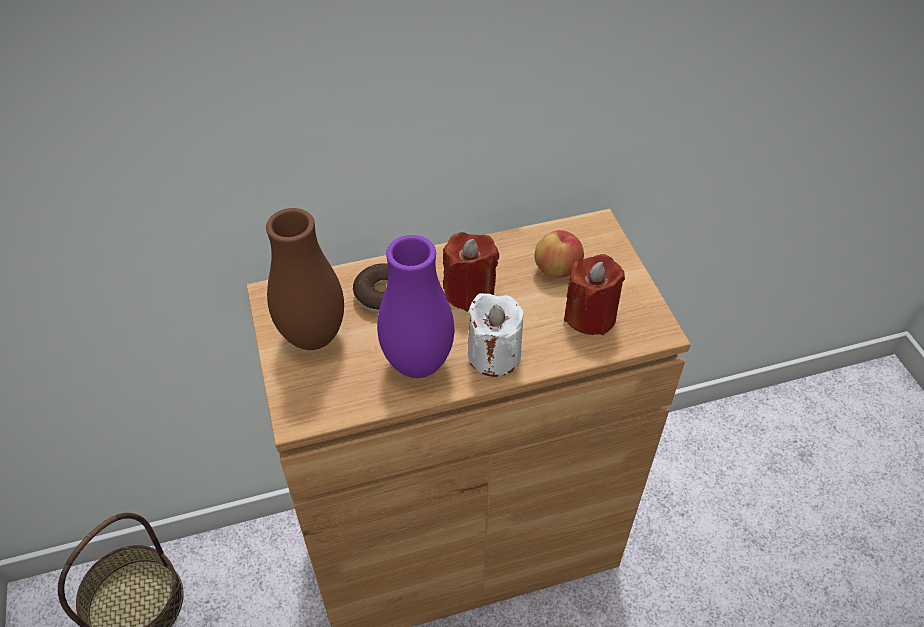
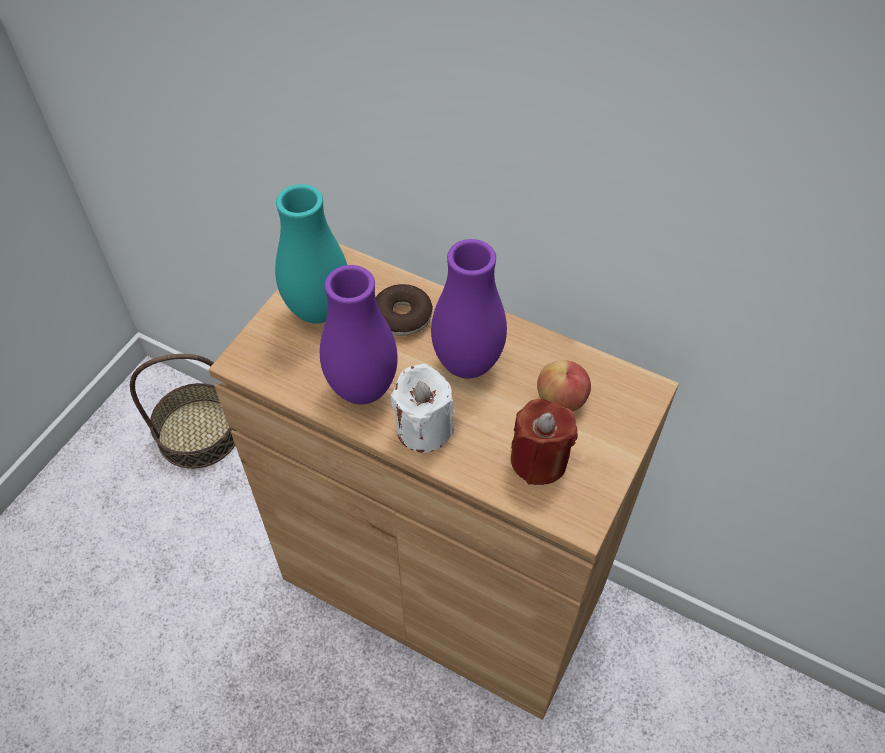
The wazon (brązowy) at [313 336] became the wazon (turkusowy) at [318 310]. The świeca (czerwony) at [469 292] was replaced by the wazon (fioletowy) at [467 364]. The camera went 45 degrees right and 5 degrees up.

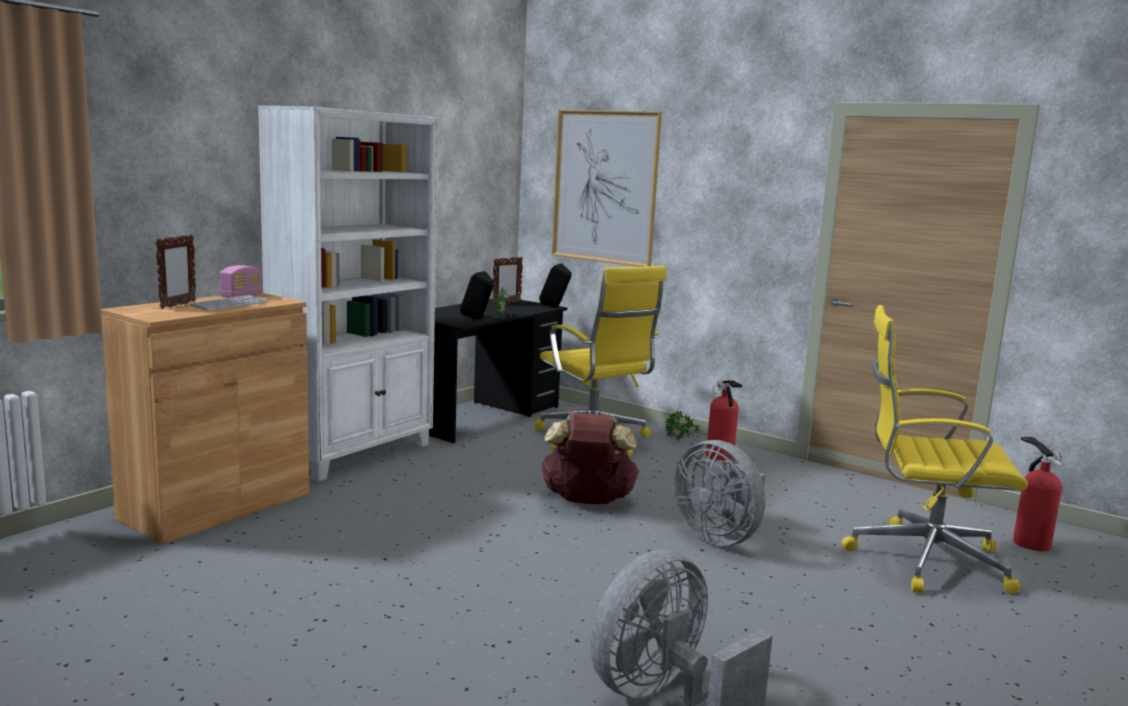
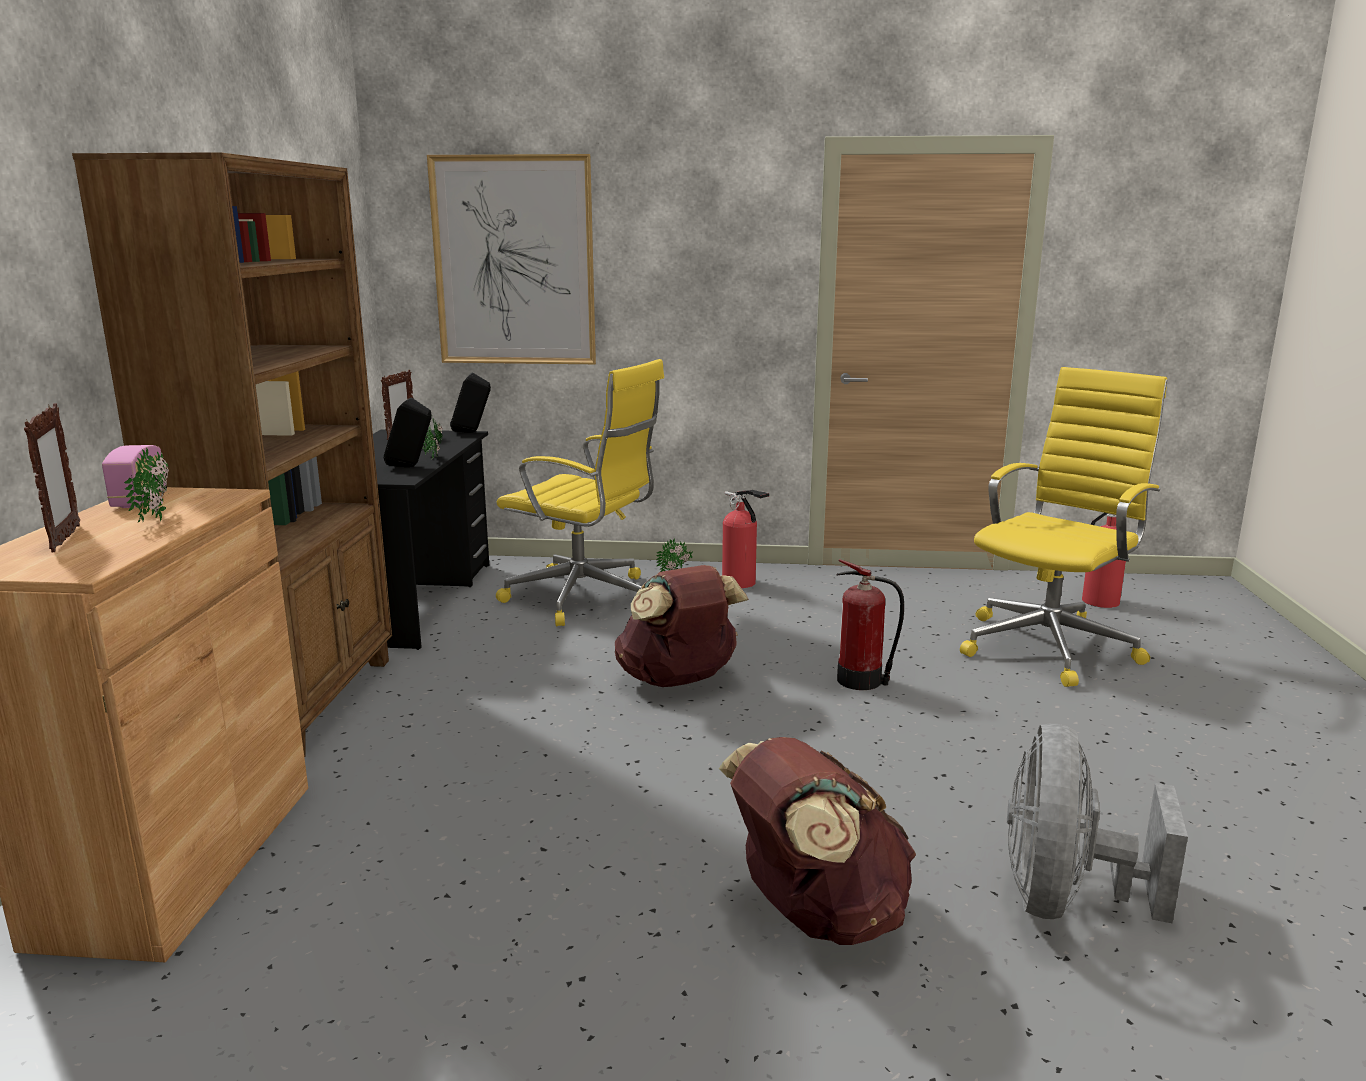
The klawiatura at [230 304] was replaced by the roślina doniczkowa at [158 518]. The regał (biały) at [355 454] became the regał (brązowy) at [299 704]. The wentylator (szary) at [719 537] was replaced by the gaśnica at [862 681]. The krzesło biurowe (żółty) at [922 559] turned 150 degrees clockwise. The plecak (brązowy) at [815 914] appeared. The camera went 30 degrees left and 5 degrees up.

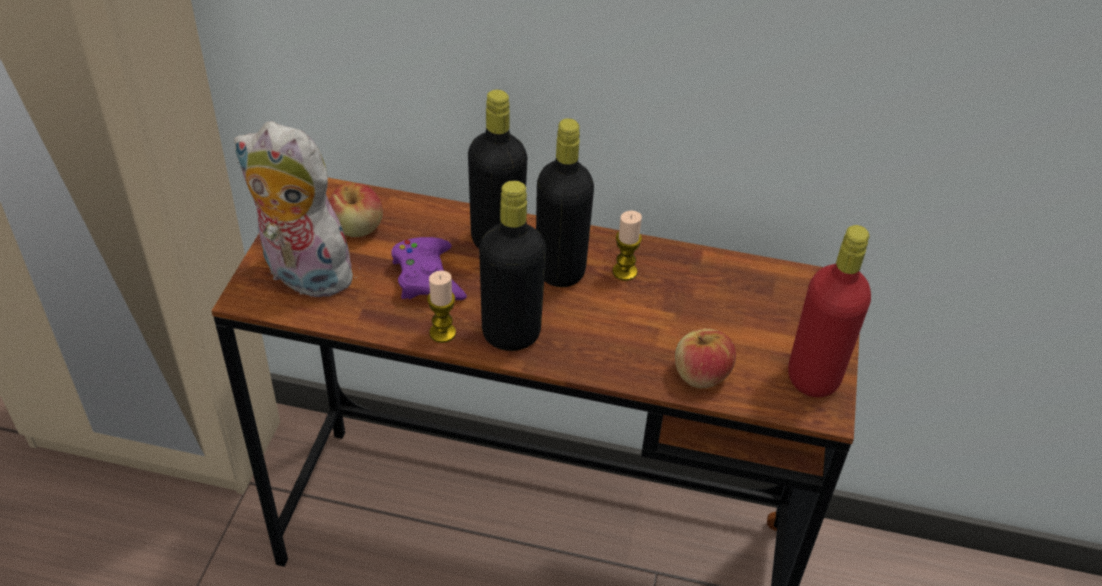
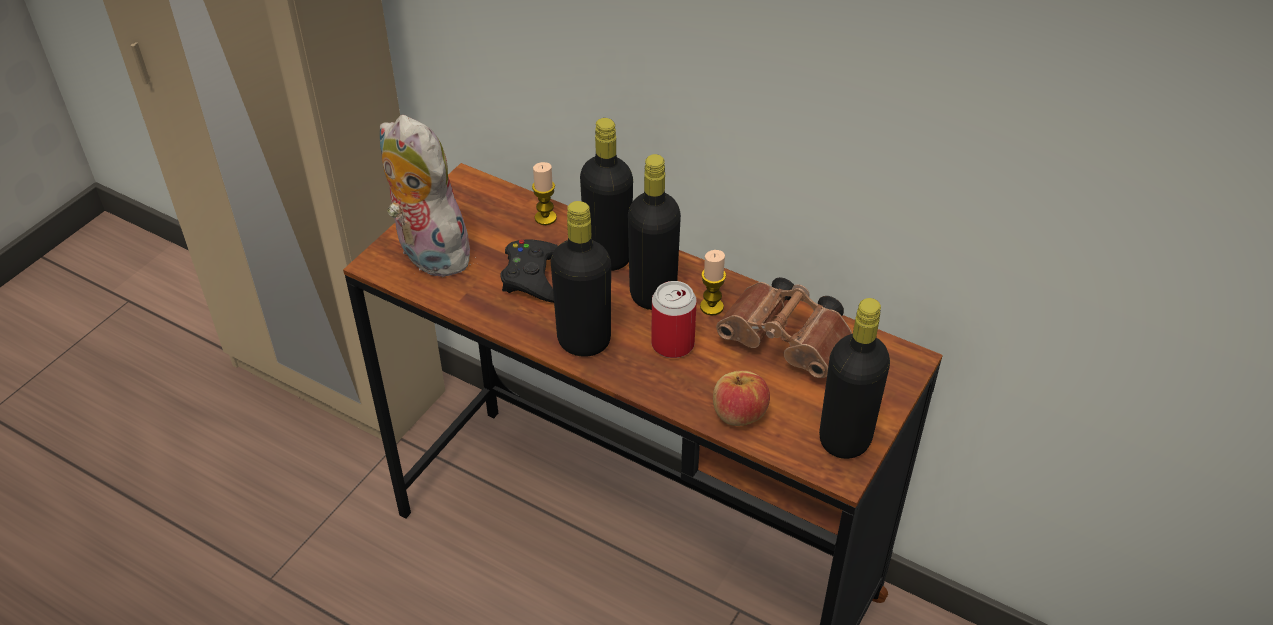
The jabłko at [357 227] disappeared. The pad do gier (fioletowy) at [427 277] became the pad do gier (czarny) at [533 276]. The świeca moved from [442 333] to [545 218]. The butelka (czerwony) at [813 377] became the butelka (czarny) at [845 439]. The puszka at [672 344] appeared. The lornetka (brązowy) at [788 343] appeared. The camera went 20 degrees right and 0 degrees up.

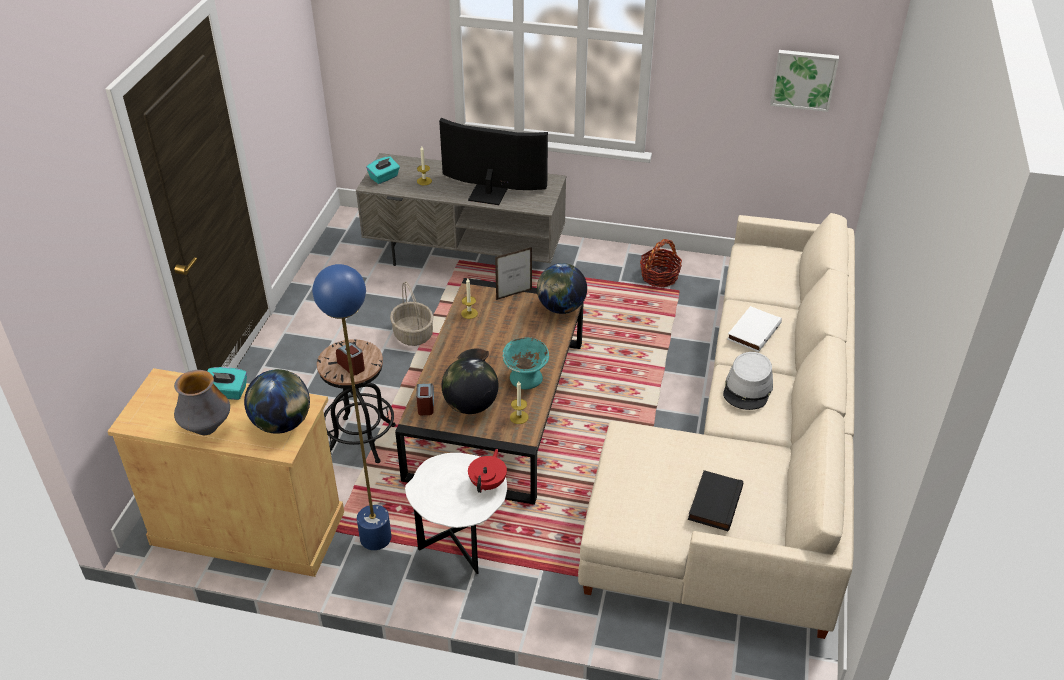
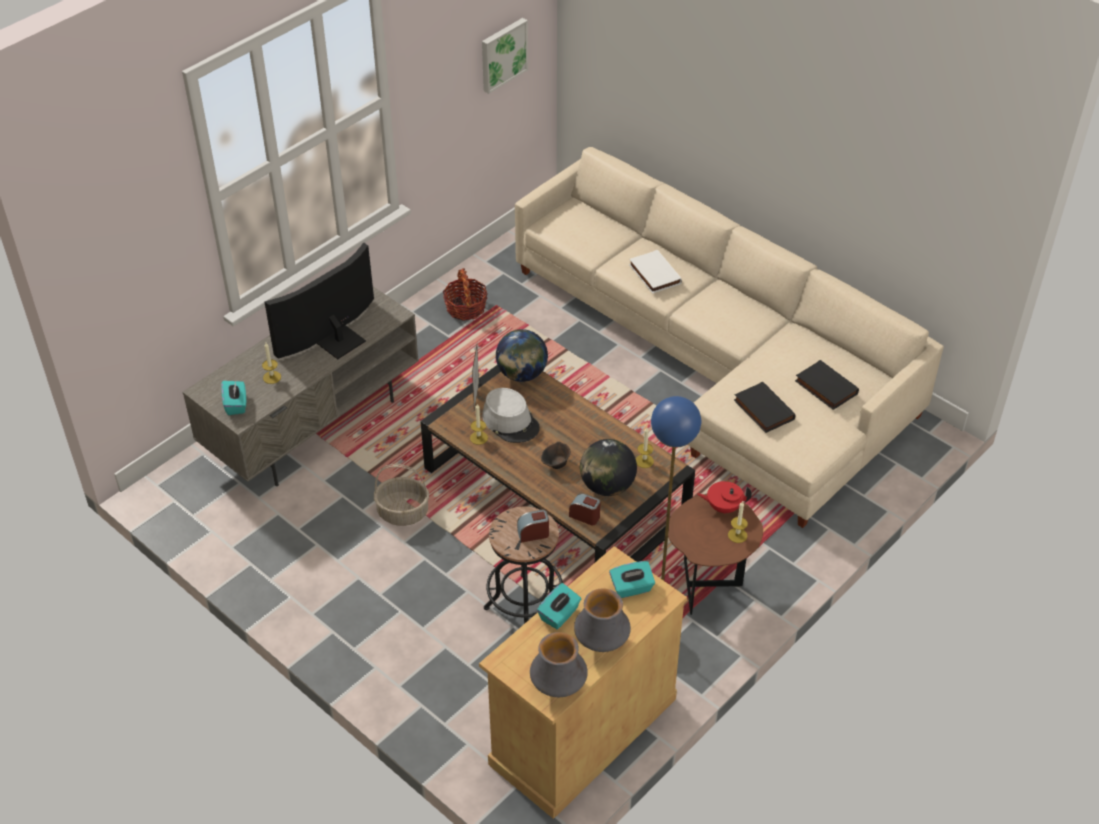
The globus at [282 424] was replaced by the pudełko chusteczek (turkusowy) at [631 588]. The stolik (biały) at [461 549] became the stolik (brązowy) at [708 586]. The imbryk (czerwony) at [488 483] turned 45 degrees counterclockwise. The miska (turkusowy) at [526 378] disappeared. The kapelusz (szary) moved from [748 388] to [511 422]. The wazon at [558 687] appeared. The świeca at [737 535] appeared. The książka (czarny) at [762 410] appeared. The camera went 60 degrees left and 5 degrees up.

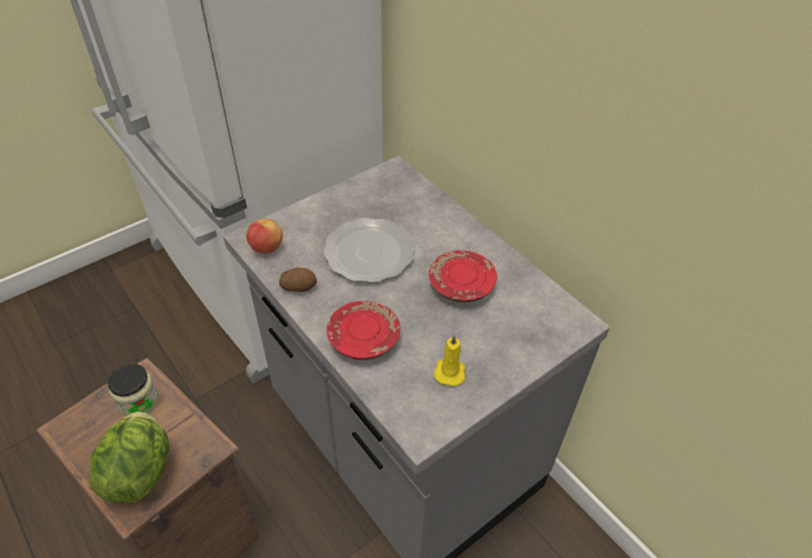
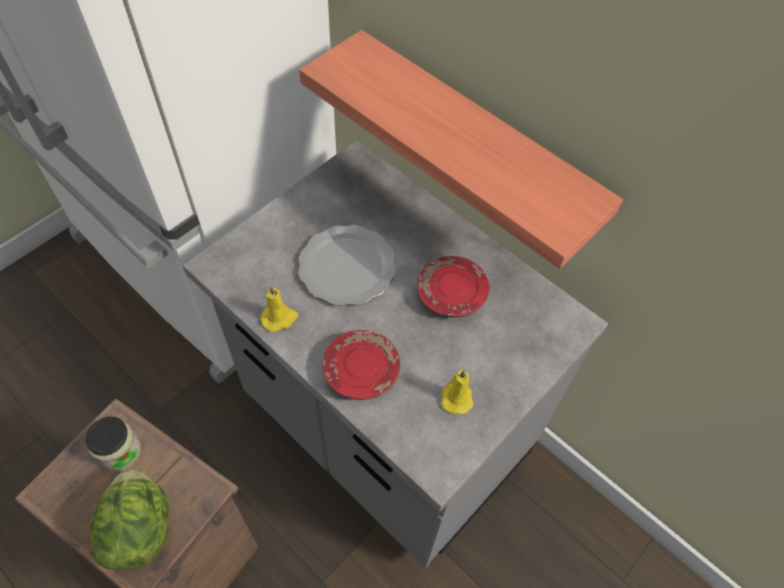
The jabłko at [266 248] disappeared. The ziemniak at [299 286] was replaced by the świeca (żółty) at [280 318]. The półka at [475 143] appeared. The camera went 10 degrees left and 10 degrees up.

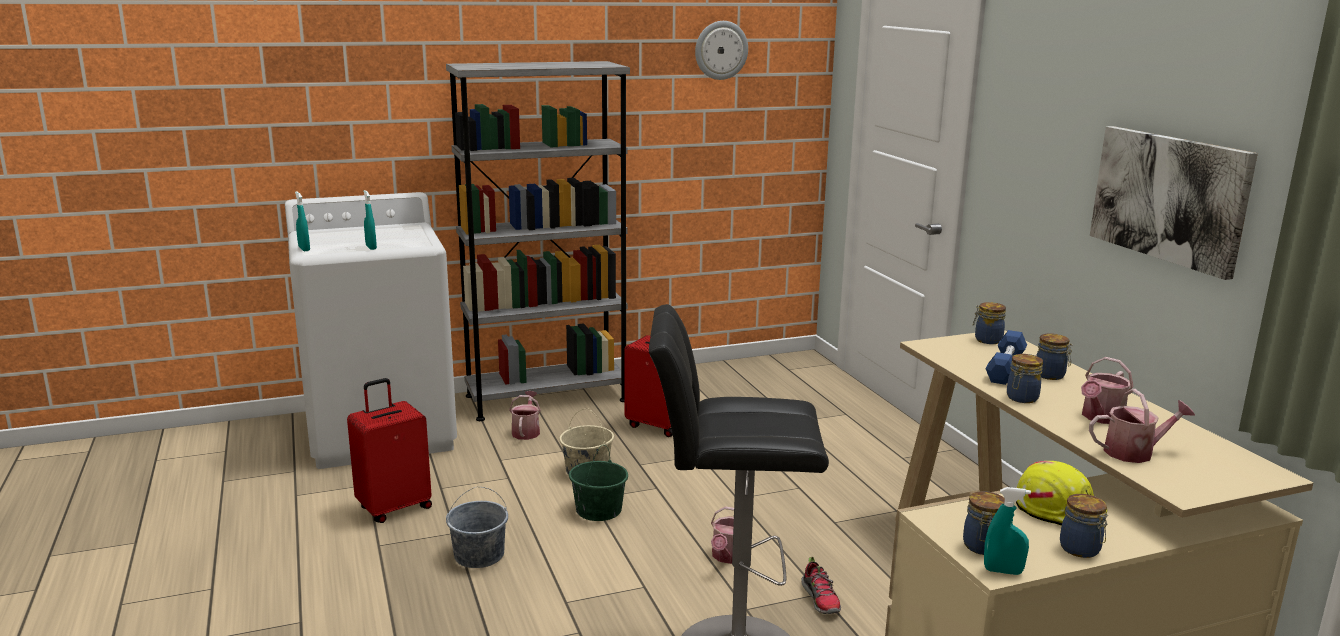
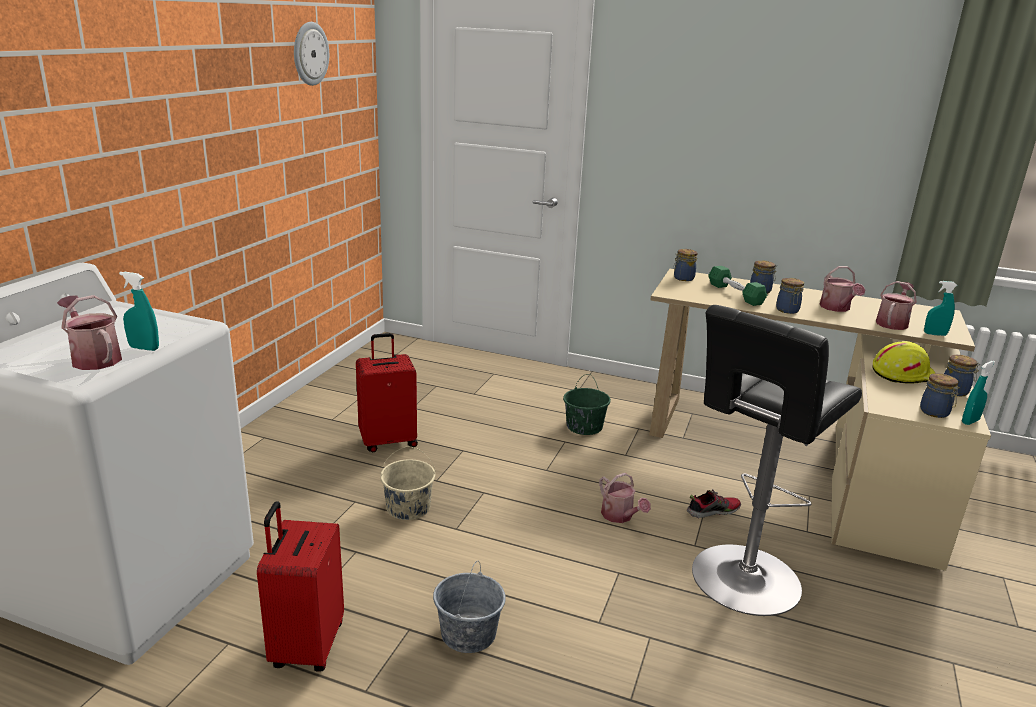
The spryskiwacz (turkusowy) moved from [304 249] to [935 334]. The regał (szary) at [546 398] disappeared. The konewka moved from [526 431] to [94 358]. The wiadro (zielony) moved from [599 510] to [584 426]. The but at [821 599] turned 45 degrees counterclockwise. The hantel (niebieski) at [1005 368] became the hantel (zielony) at [735 294]. The obraz at [1169 198] disappeared. The camera went 50 degrees left and 5 degrees up.

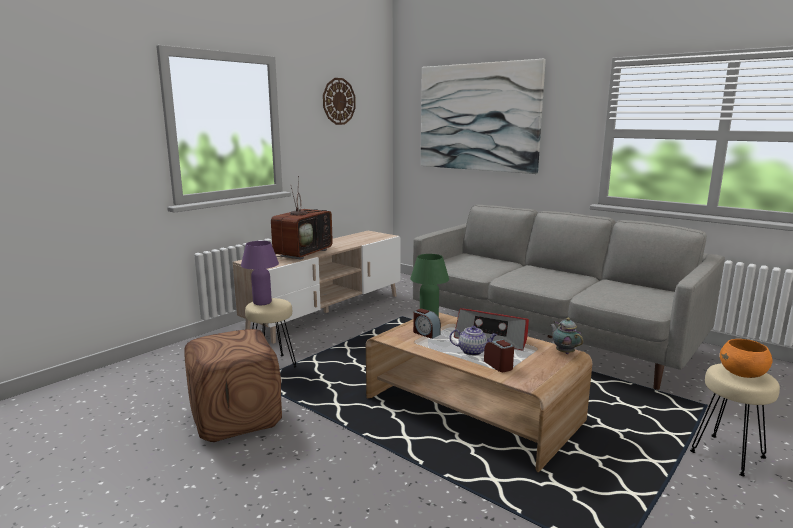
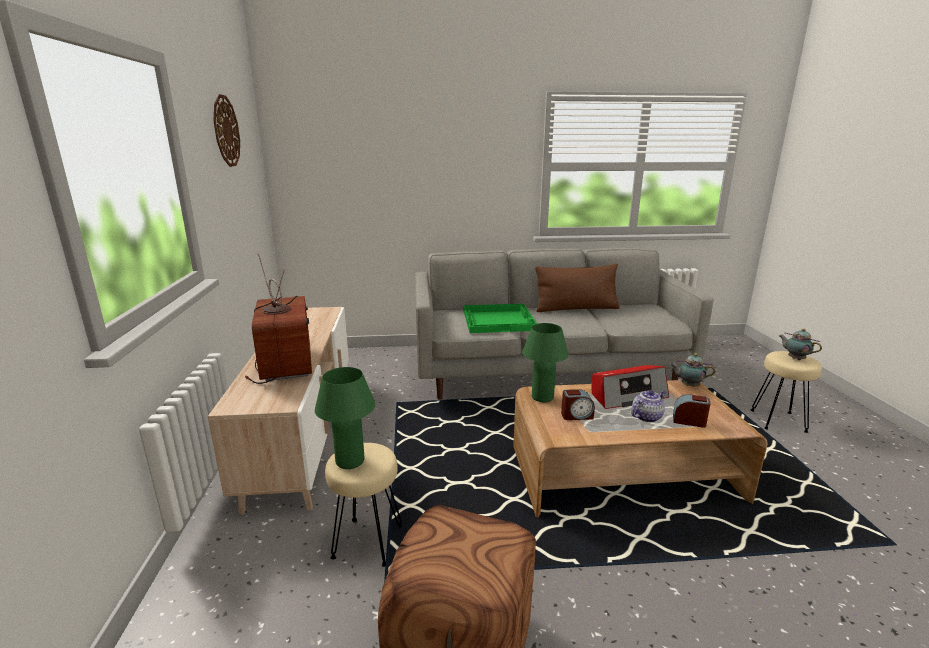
The lampa stołowa (fioletowy) at [262 302] became the lampa stołowa (zielony) at [350 461]. The obraz at [478 117] disappeared. The miska (pomarańczowy) at [743 374] was replaced by the imbryk at [795 358]. The taca (zielony) at [499 320] appeared. The poduszka (brązowy) at [576 308] appeared. The camera went 45 degrees left and 5 degrees up.

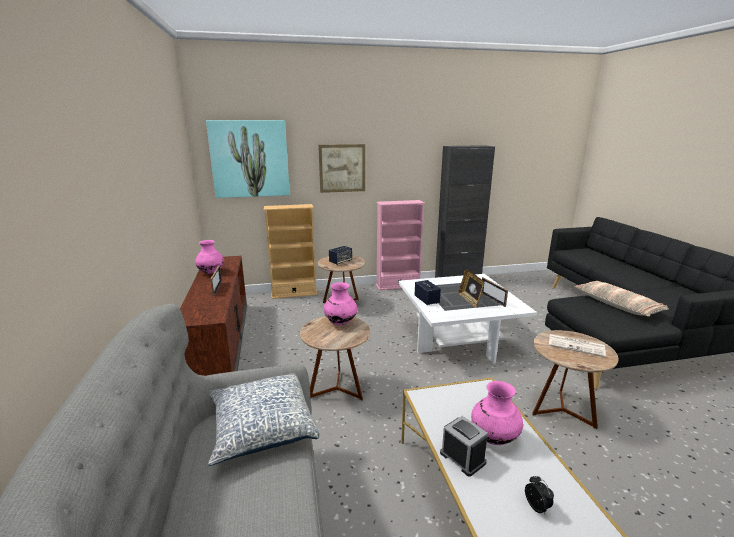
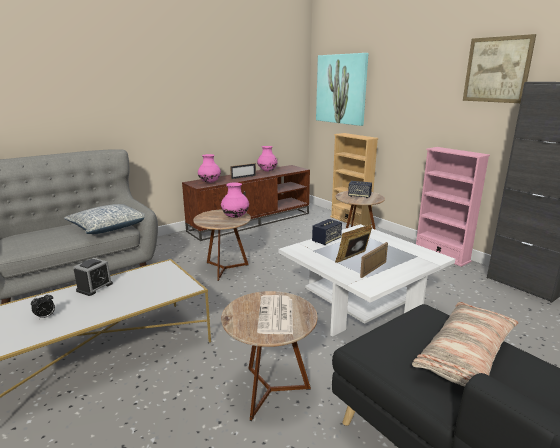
The obraz moved from [342 168] to [497 70]. The wazon (różowy) moved from [494 438] to [210 182]. The camera went 65 degrees right and 0 degrees up.

